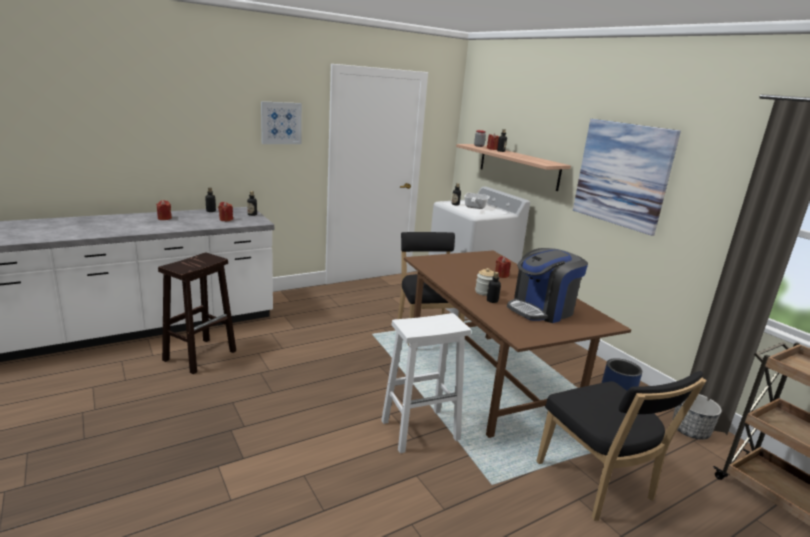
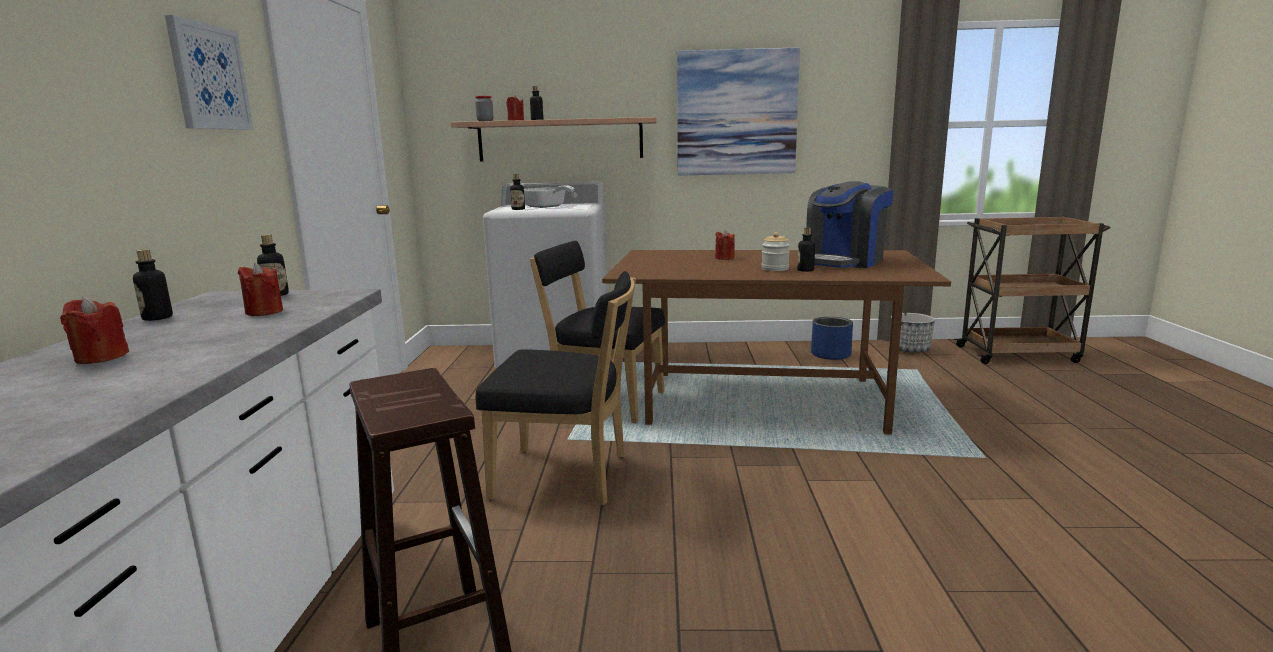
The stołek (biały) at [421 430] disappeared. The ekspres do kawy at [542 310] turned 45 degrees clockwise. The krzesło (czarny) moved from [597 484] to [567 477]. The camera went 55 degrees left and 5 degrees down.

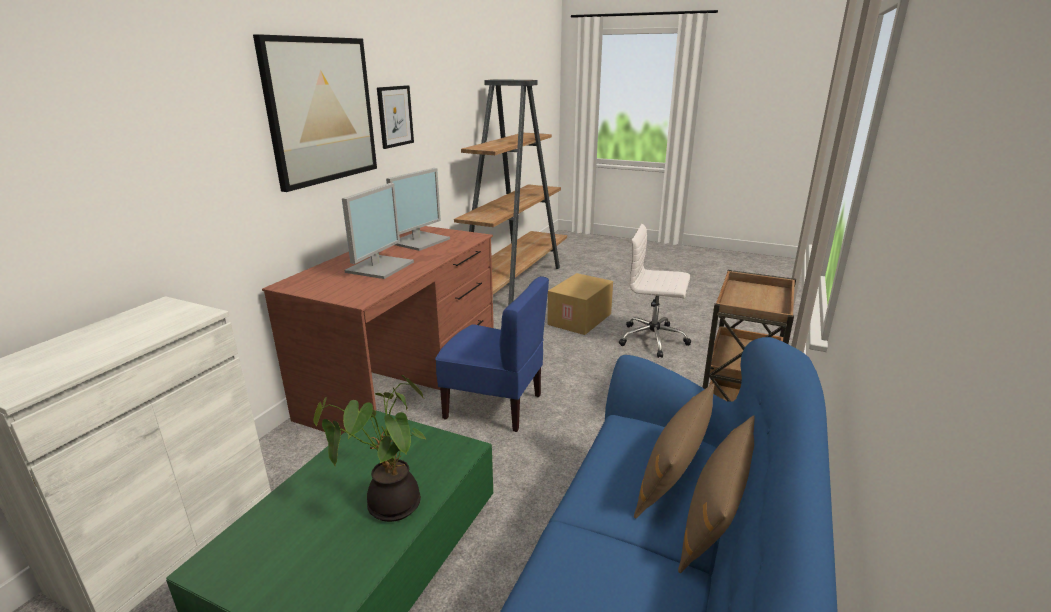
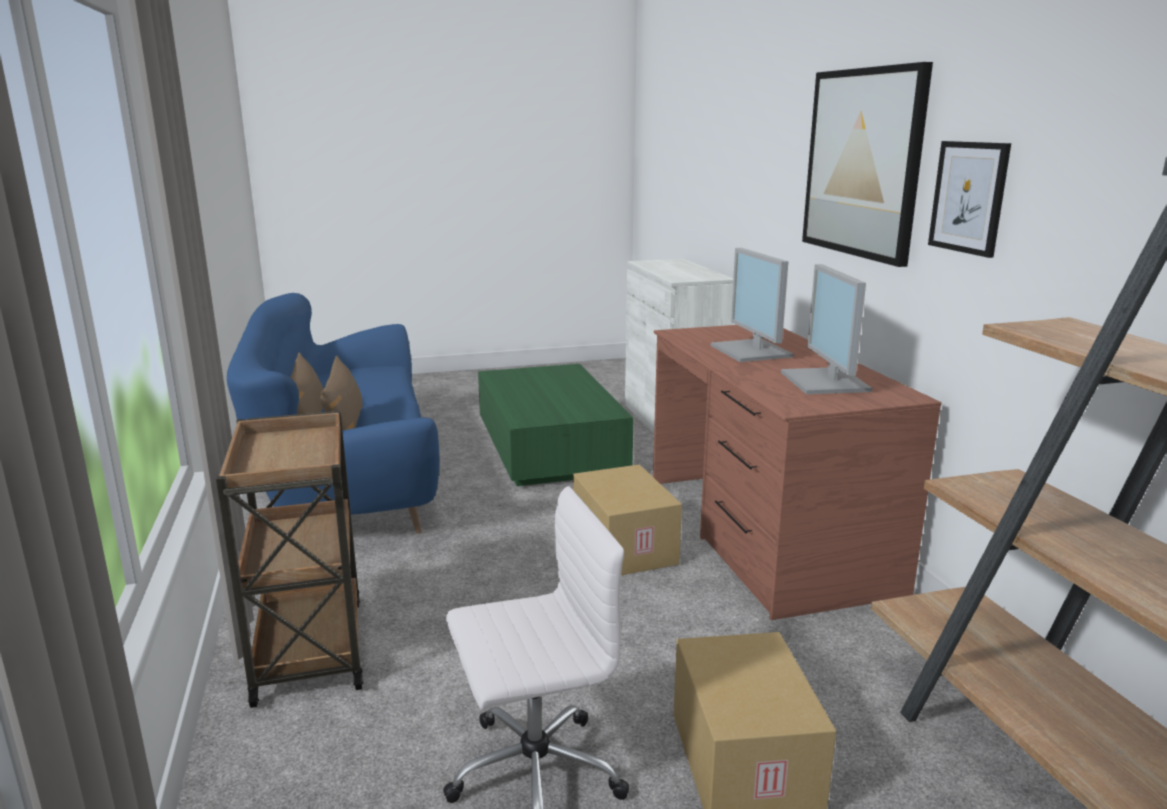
The roślina doniczkowa at [389 505] disappeared. The krzesło (niebieski) at [494 406] was replaced by the karton at [622 546]. The camera went 140 degrees right and 5 degrees down.

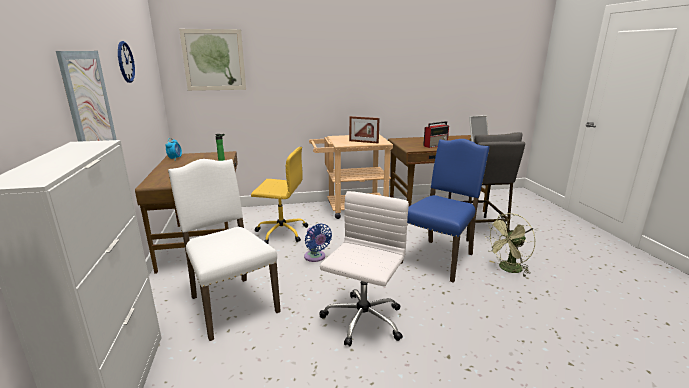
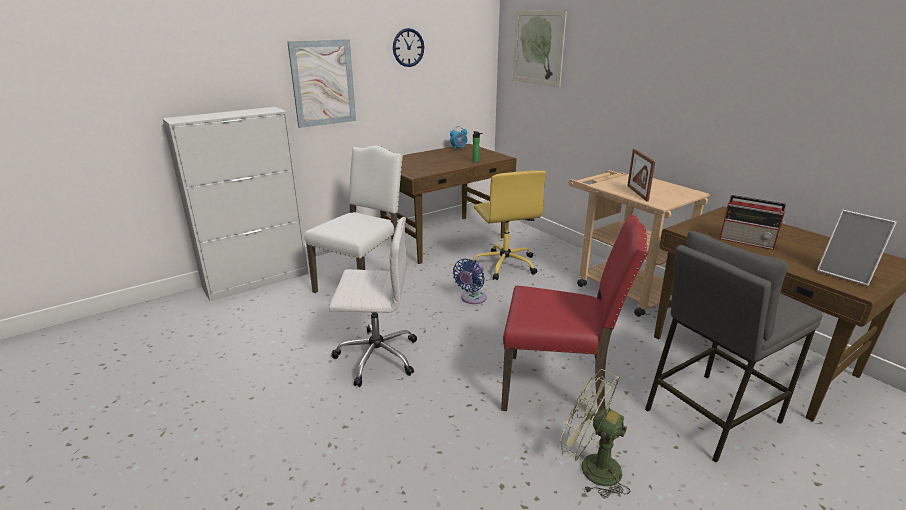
The krzesło (niebieski) at [439 258] became the krzesło (czerwony) at [558 388]. The camera went 65 degrees right and 5 degrees up.

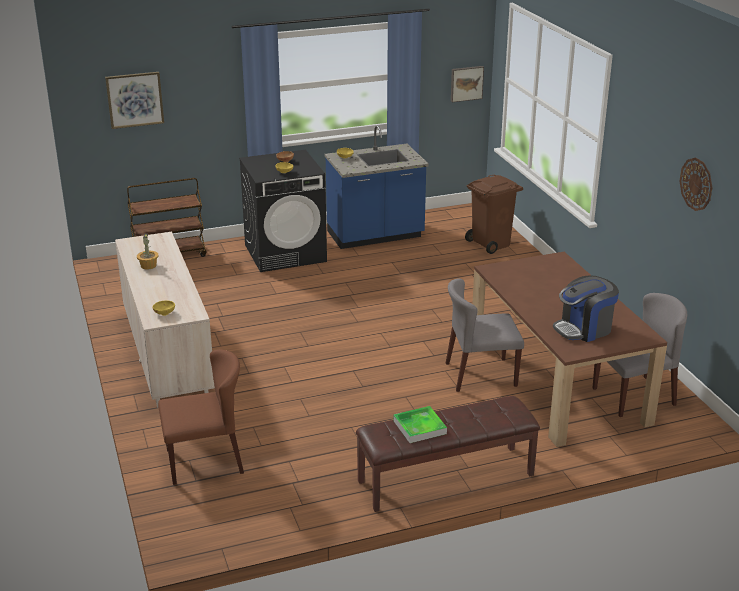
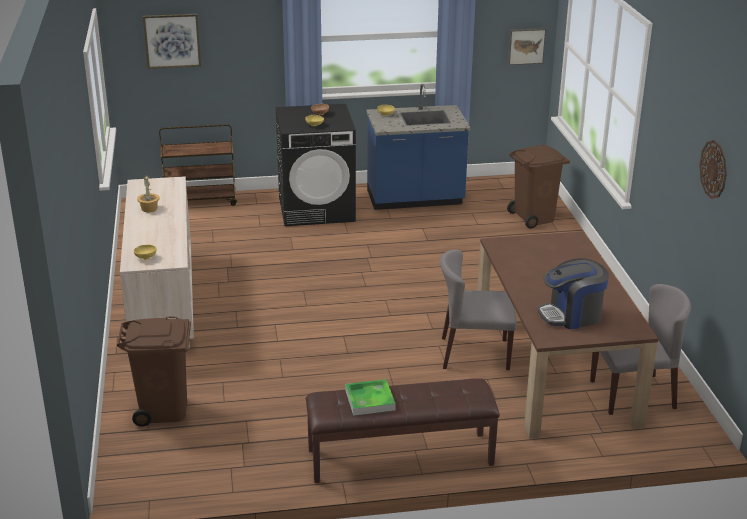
The krzesło (brązowy) at [205 460] was replaced by the kosz na śmieci (brązowy) at [164 410]. The camera went 10 degrees right and 0 degrees up.

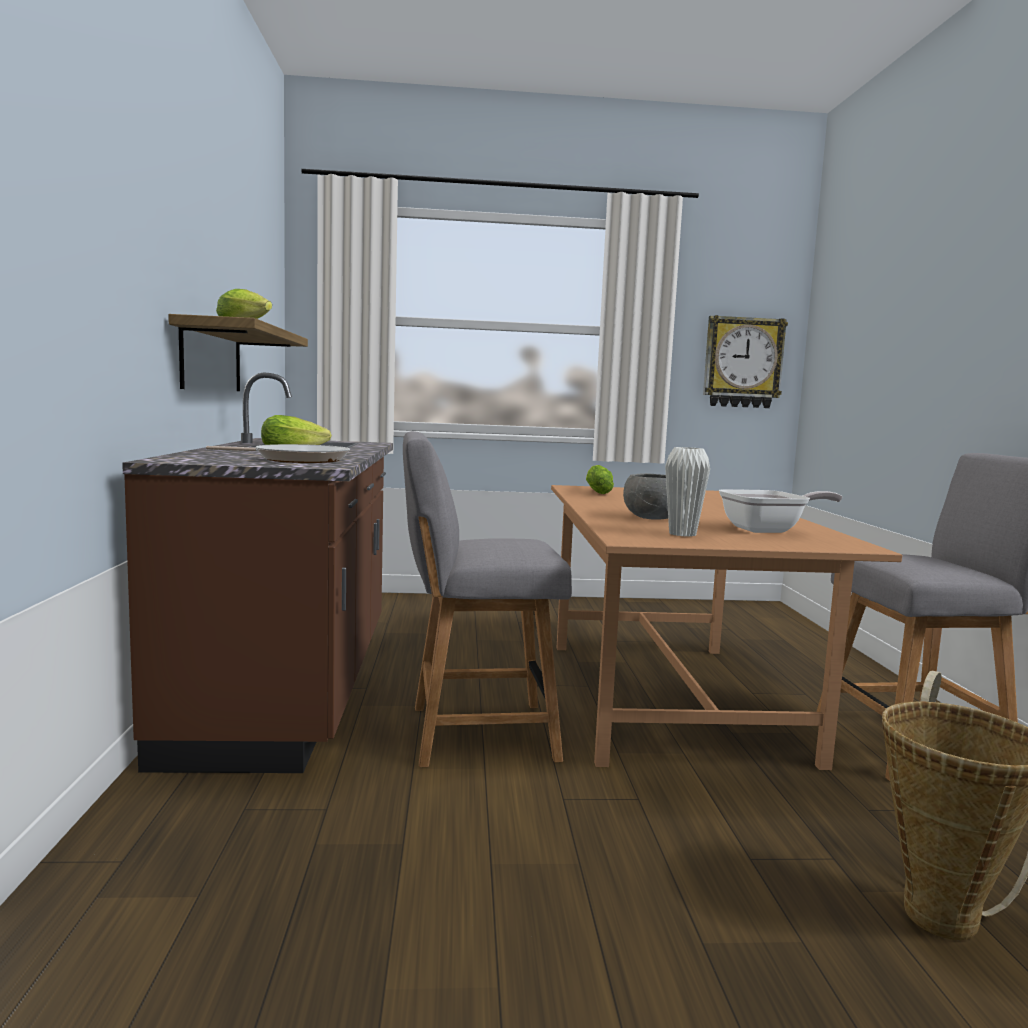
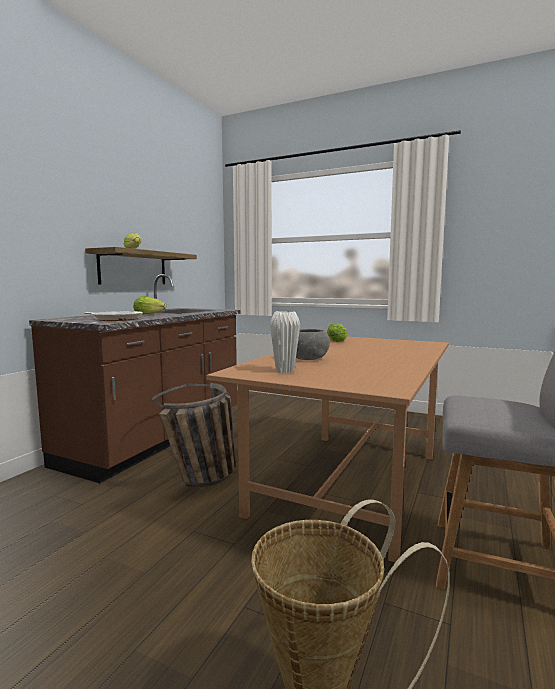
The krzesło (szary) at [473 733] was replaced by the koszyk at [203 480]. The zegar ścienny at [742 362] disappeared. The patelnia at [769 530] disappeared. The camera went 30 degrees right and 0 degrees up.

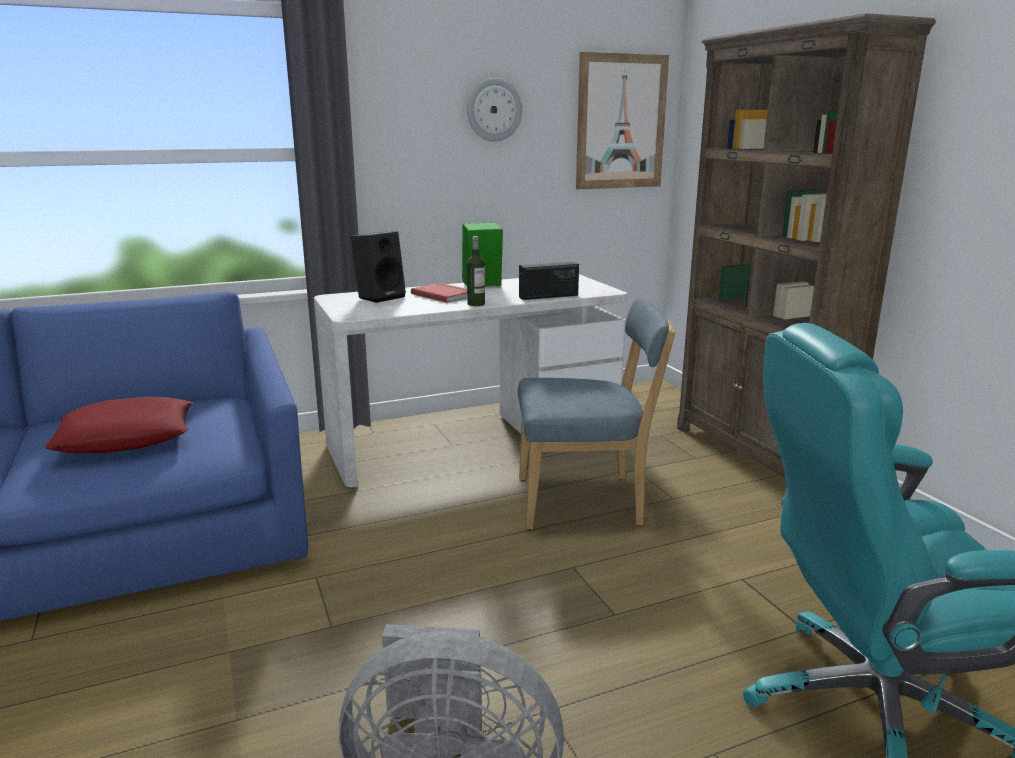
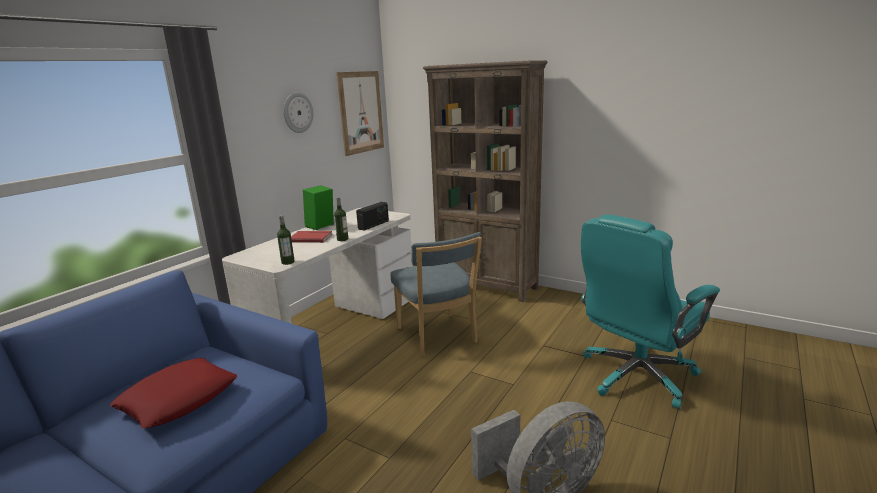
The głośnik (czarny) at [380 297] disappeared. The krzesło (niebieski) at [585 501] turned 105 degrees clockwise. The butelka at [288 262] appeared. The camera went 35 degrees left and 0 degrees up.

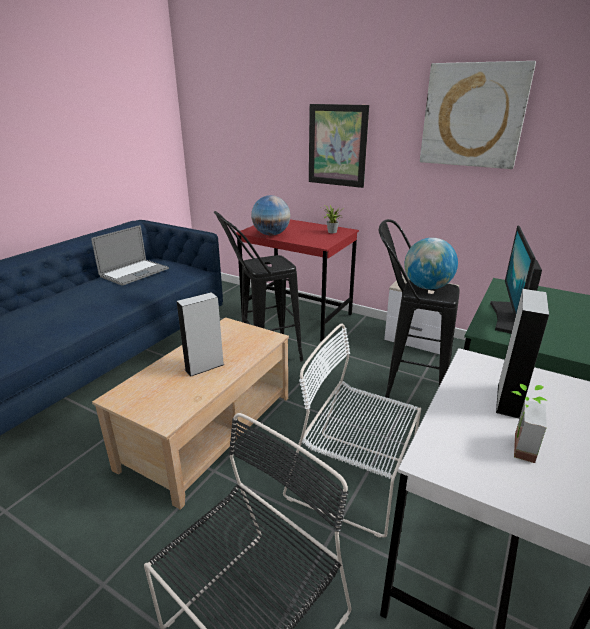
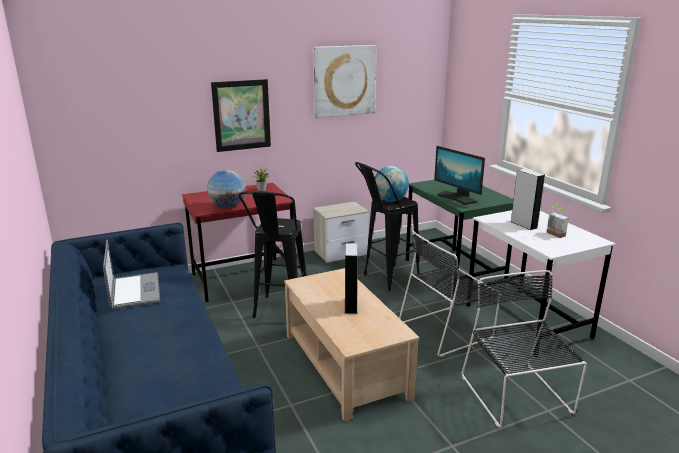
The krzesło (biały) at [354 482] became the krzesło (czarny) at [447 330]. The camera went 55 degrees left and 5 degrees down.

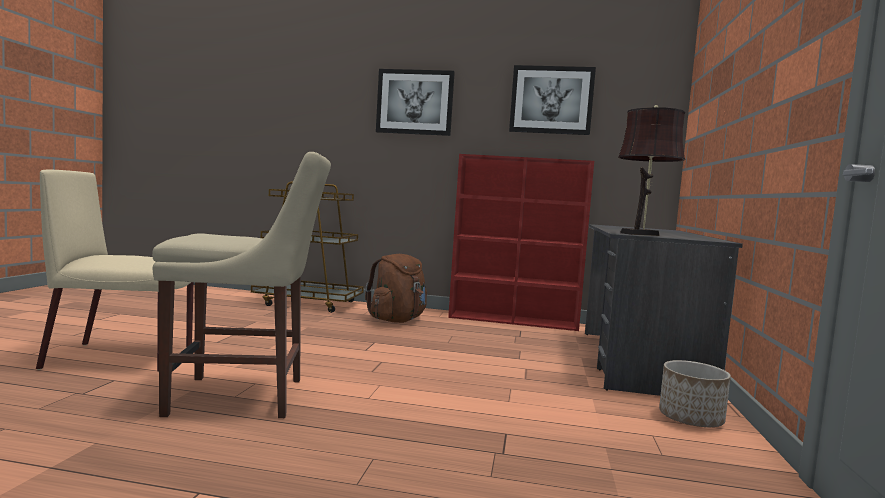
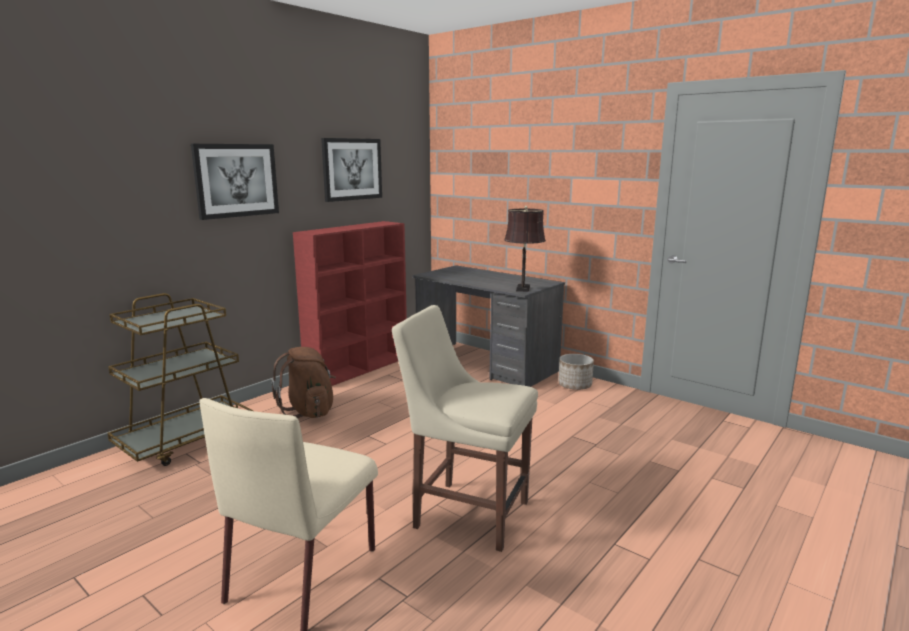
The krzesło (beżowy) at [245 397] turned 90 degrees counterclockwise. The camera went 60 degrees left and 10 degrees up.

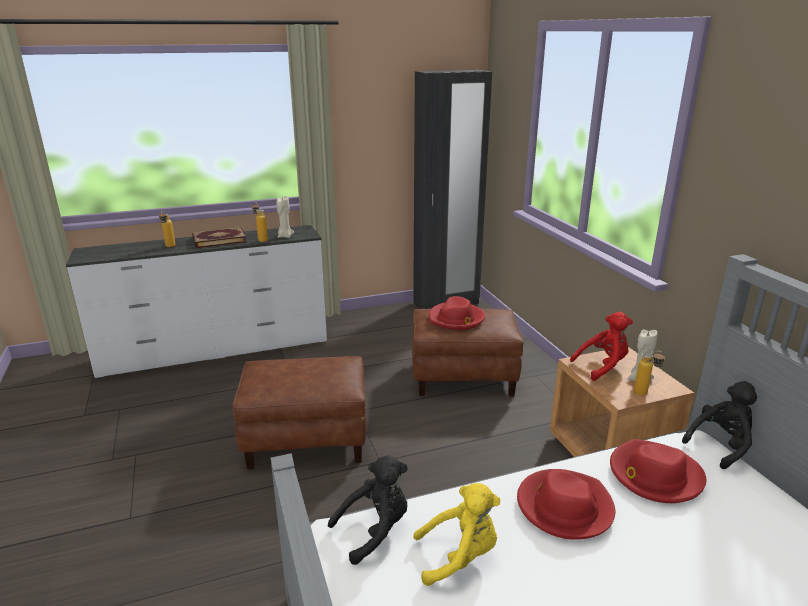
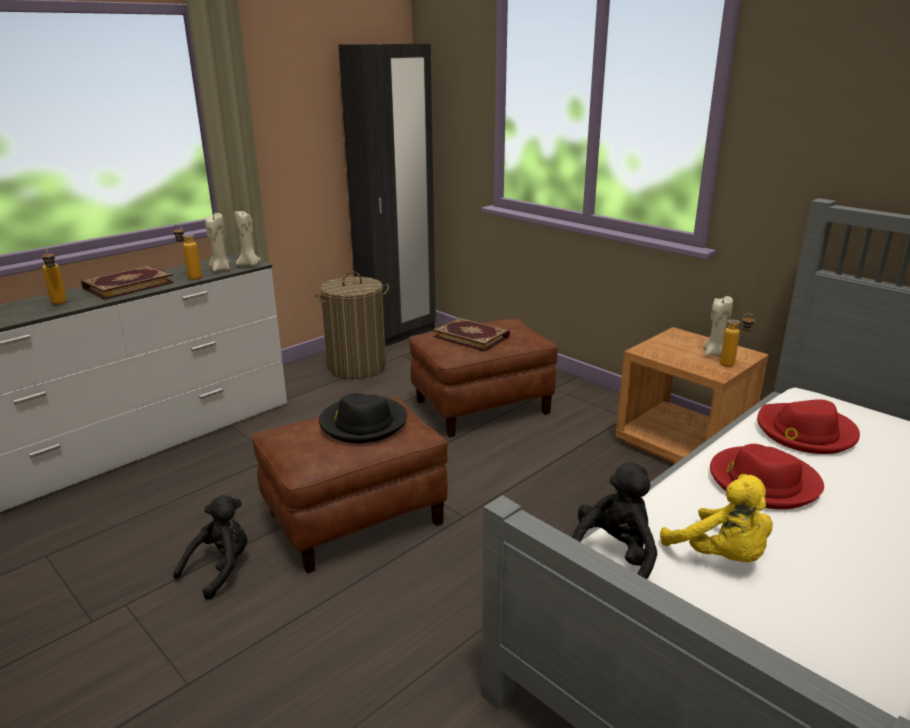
The pluszak (żółty) at [459 556] turned 90 degrees clockwise. The kapelusz (czerwony) at [456 319] was replaced by the książka at [471 336]. The pluszak (czerwony) at [602 366] disappeared. The pluszak (czarny) moved from [720 445] to [220 569]. The świeca (beżowy) at [249 265] appeared. The kosz na pranie at [356 367] appeared. The kapelusz (czarny) at [363 423] appeared. The camera went 25 degrees left and 0 degrees up.

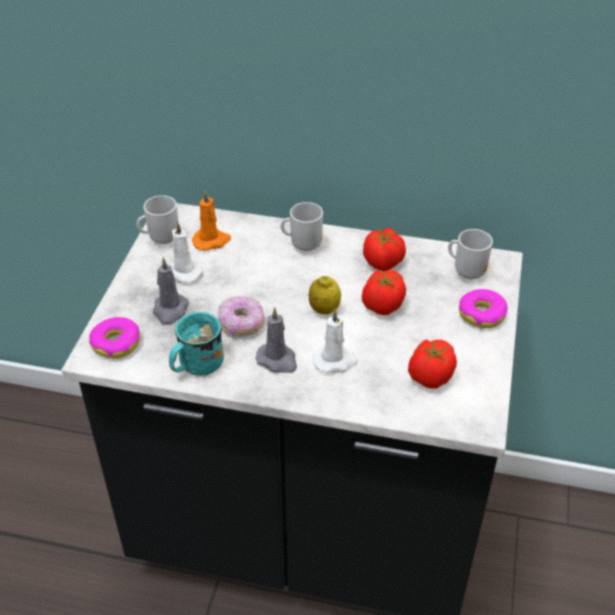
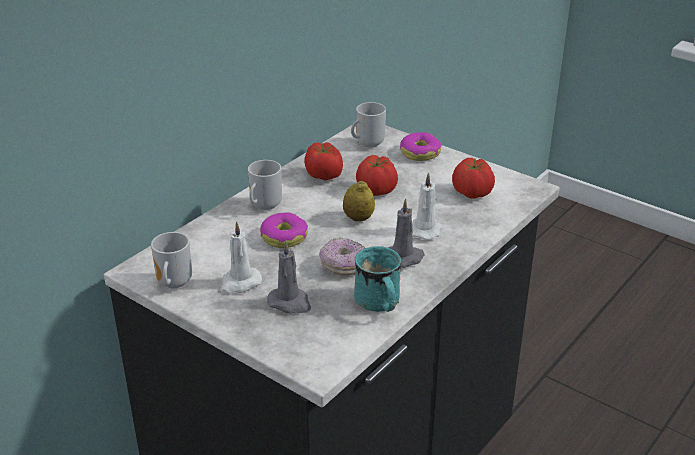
The donut moved from [116 343] to [284 237]. The świeca (pomarańczowy) at [212 241] disappeared. The camera went 65 degrees left and 10 degrees down.

